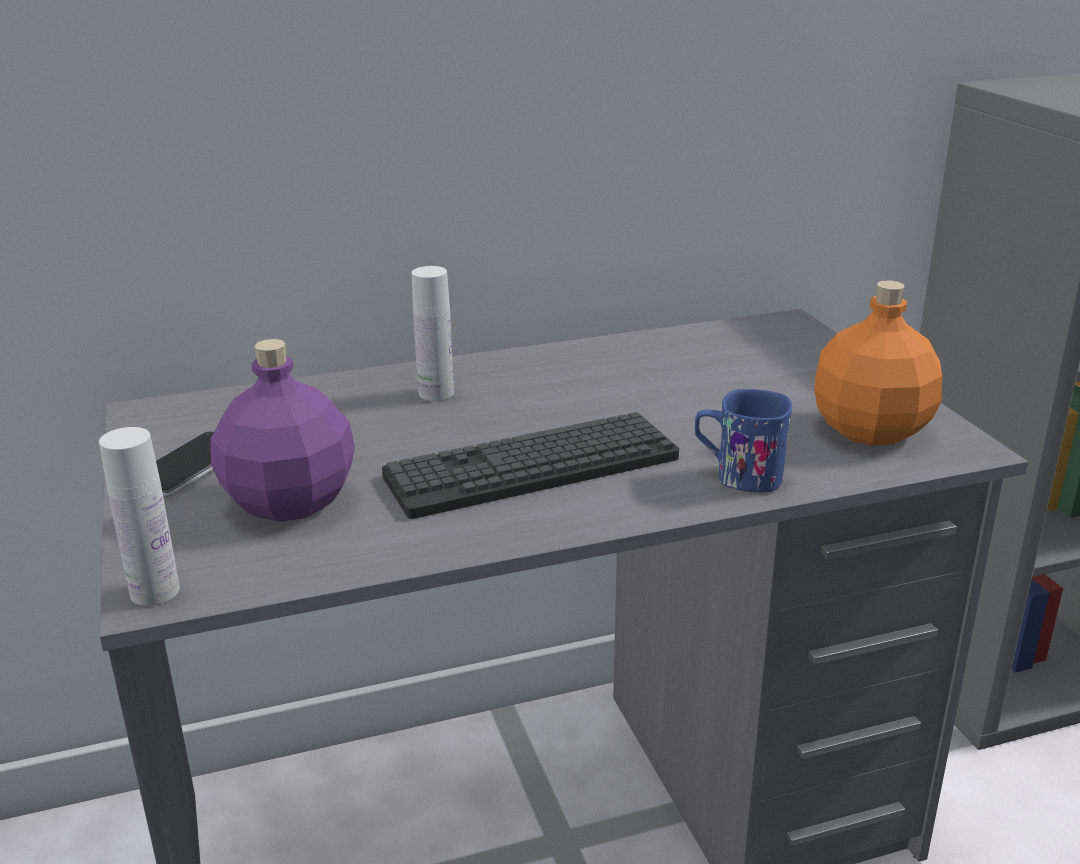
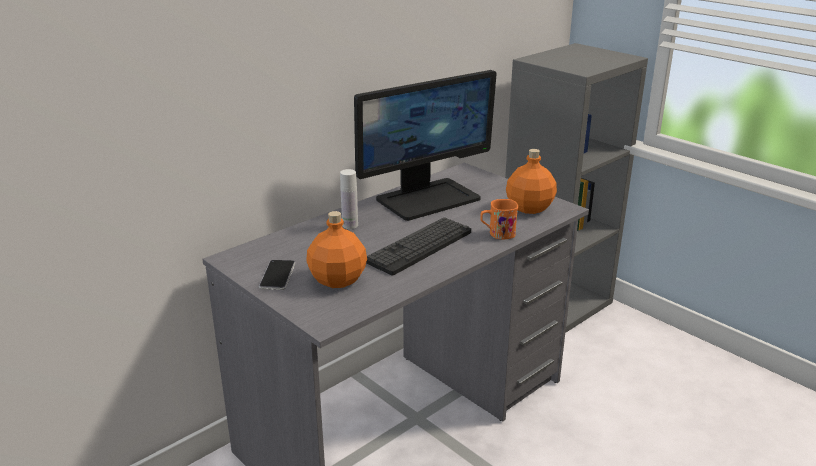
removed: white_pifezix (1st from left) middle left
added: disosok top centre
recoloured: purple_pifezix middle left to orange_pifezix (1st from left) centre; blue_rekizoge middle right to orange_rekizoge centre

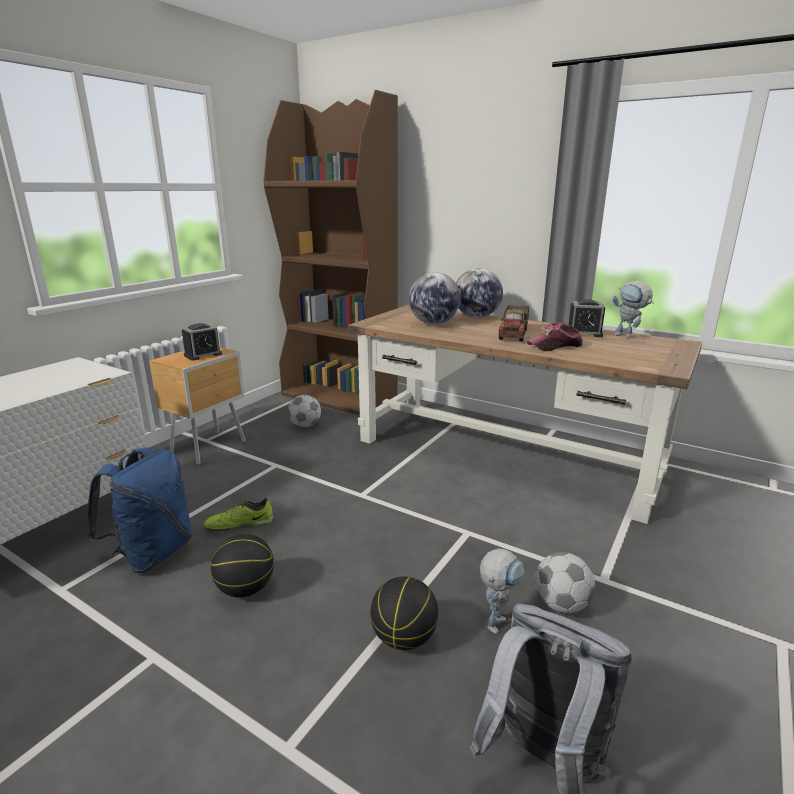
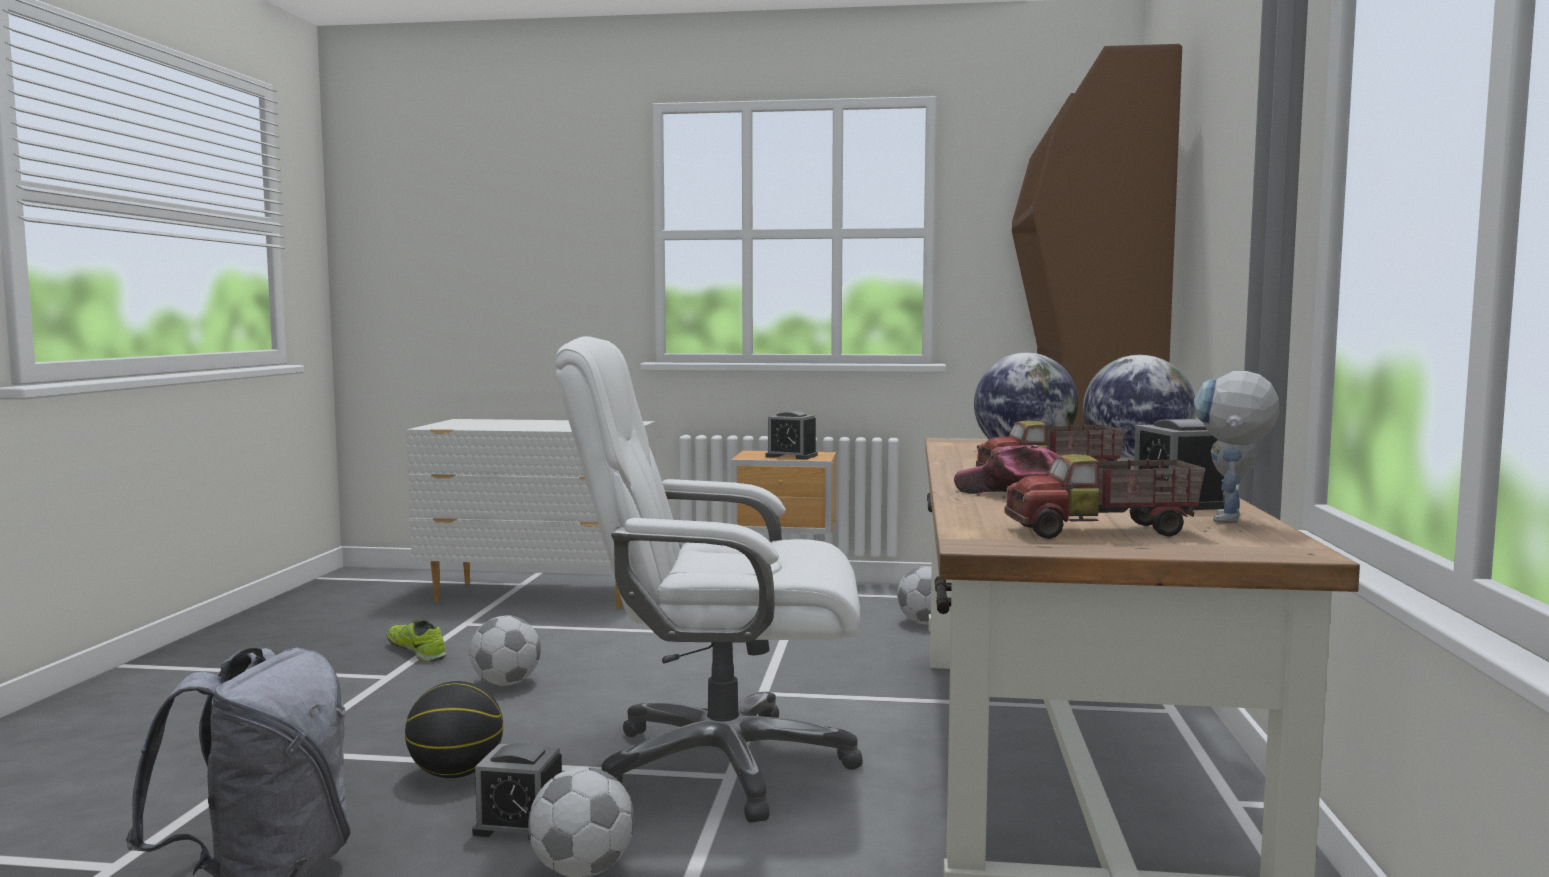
removed: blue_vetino middle left
added: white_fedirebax centre; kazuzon (2nd from left) middle right
moved: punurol middle left to bottom left
replaced: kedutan (1st from left) bottom left to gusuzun (1st from left) bottom left; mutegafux (1st from left) bottom centre to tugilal (1st from left) bottom centre

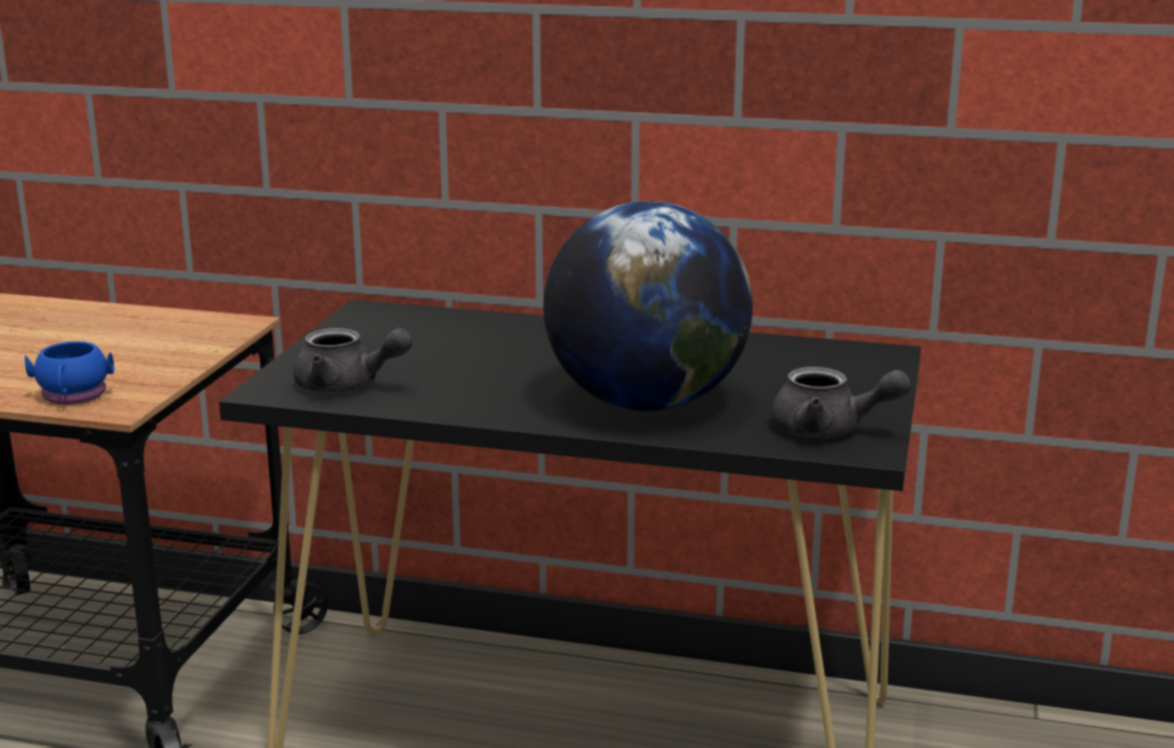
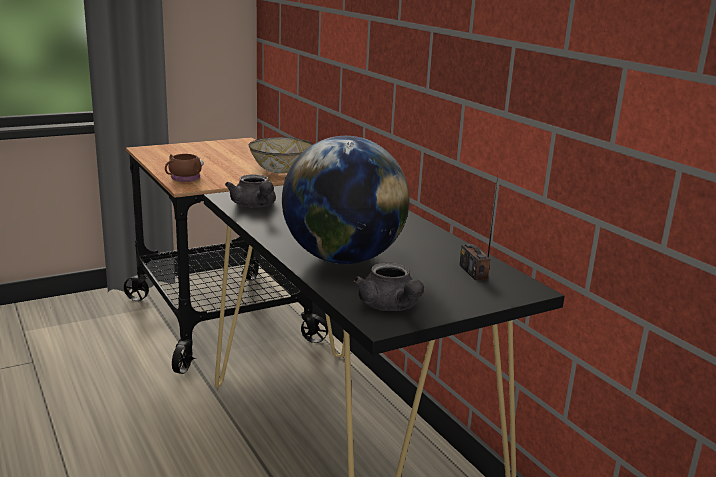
added: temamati top centre; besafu middle right
recoloured: blue_rekizoge middle left to brown_rekizoge middle left

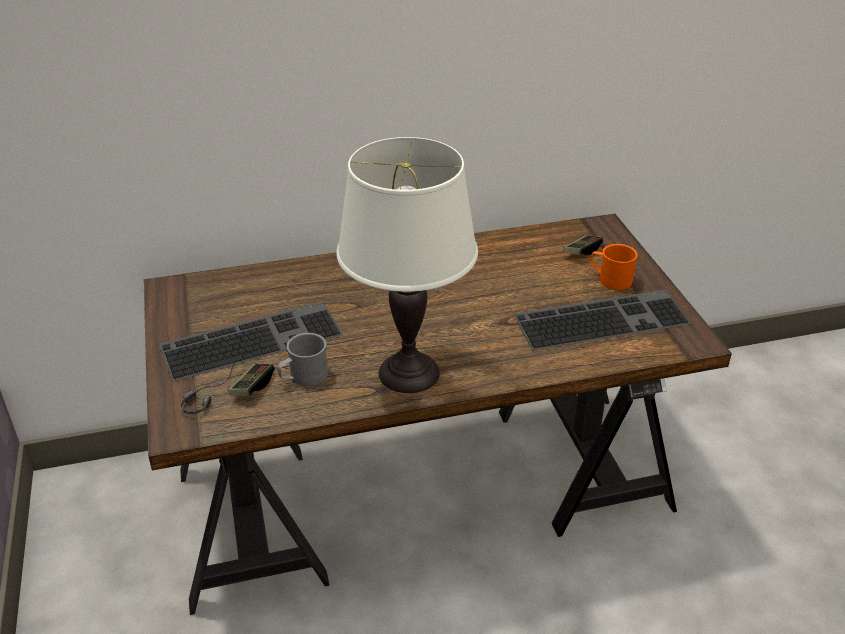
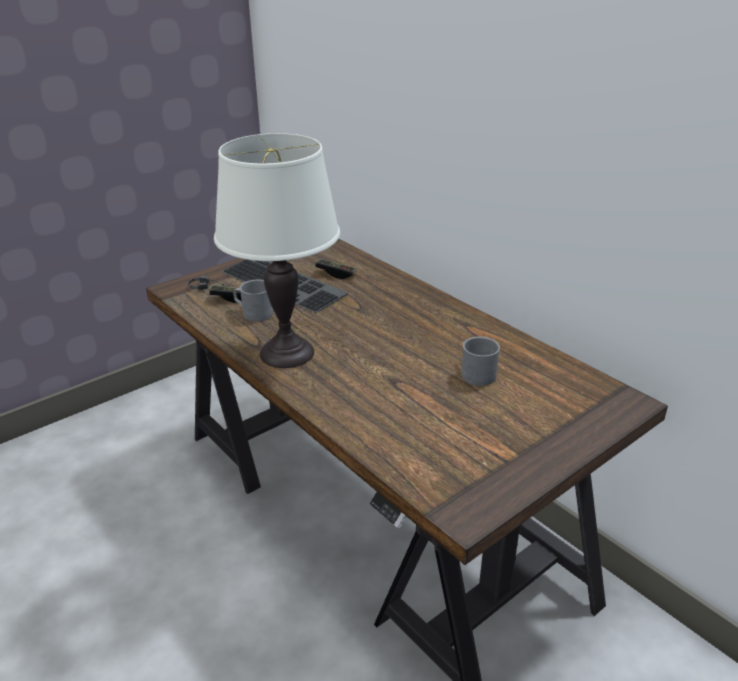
removed: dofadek (2nd from left) middle right; orange_rekizoge middle right
added: grey_rekizoge (2nd from left) centre
moved: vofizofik (2nd from left) middle right to centre

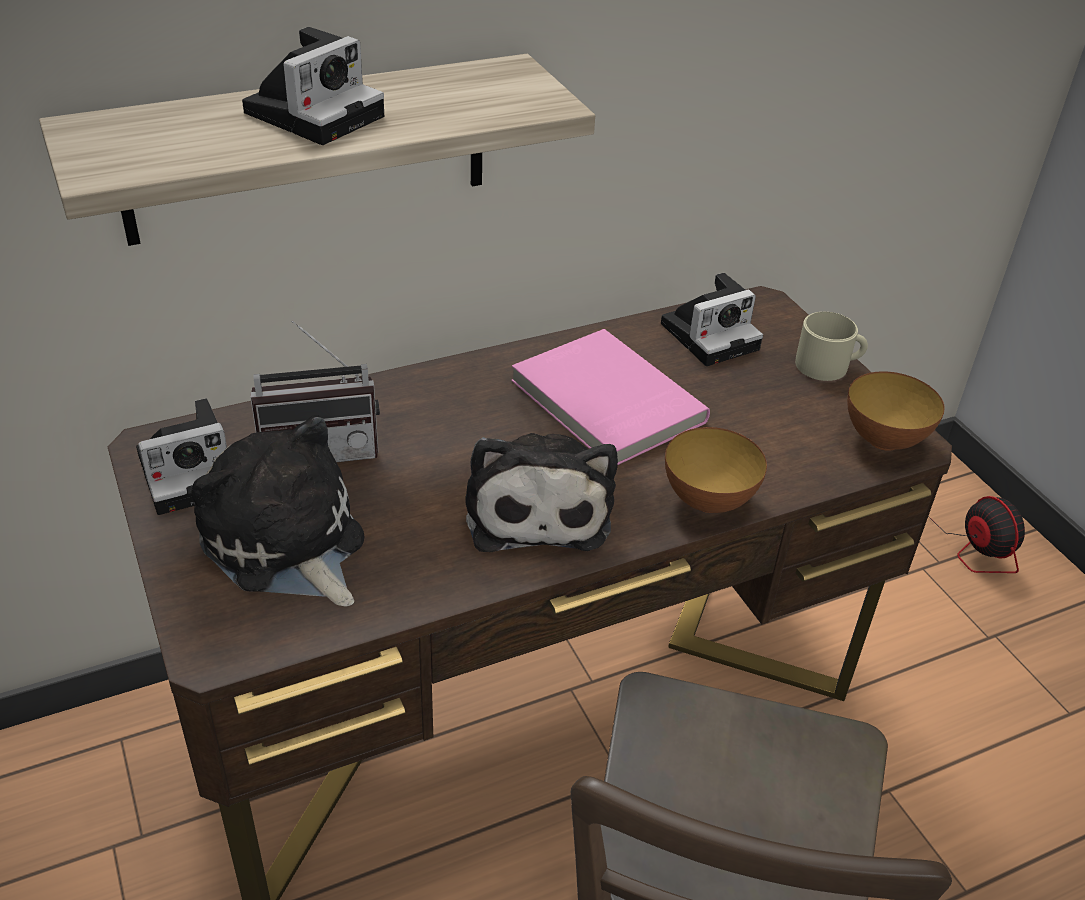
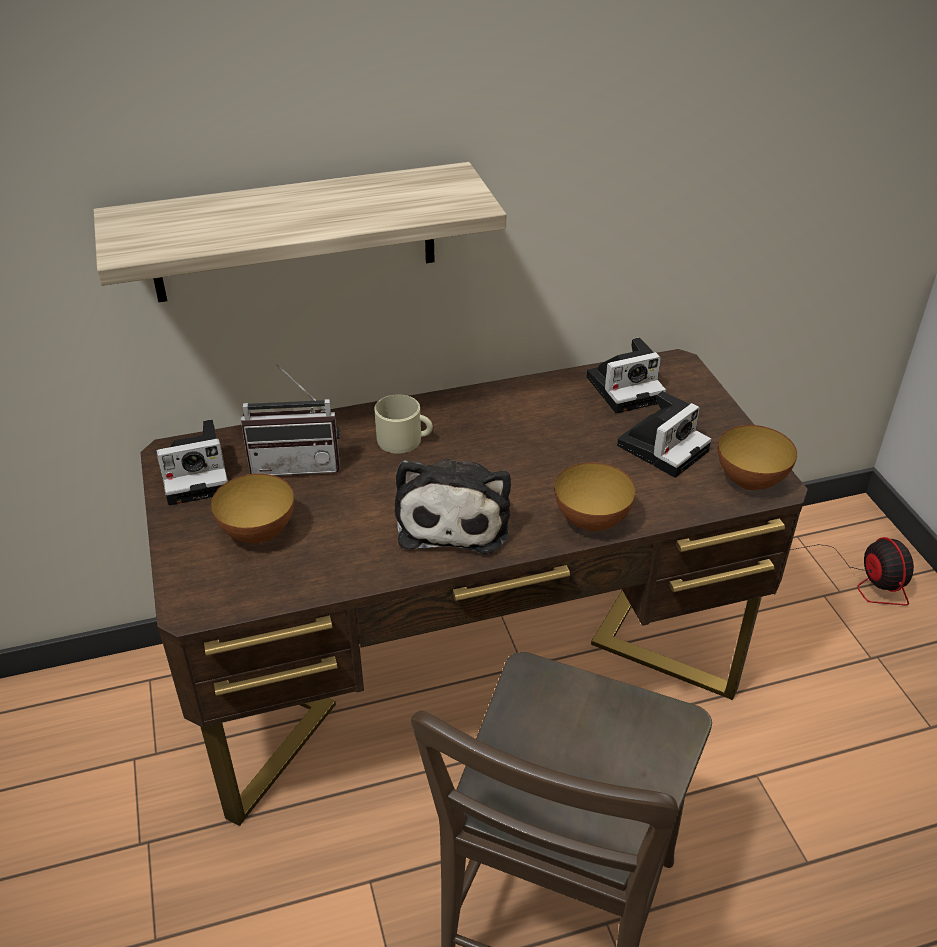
removed: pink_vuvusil centre
moved: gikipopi (2nd from left in the first image) top left to gikipopi (3rd from left) middle right; beige_rekizoge middle right to centre
replaced: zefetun (1st from left) middle left to temamati (1st from left) middle left

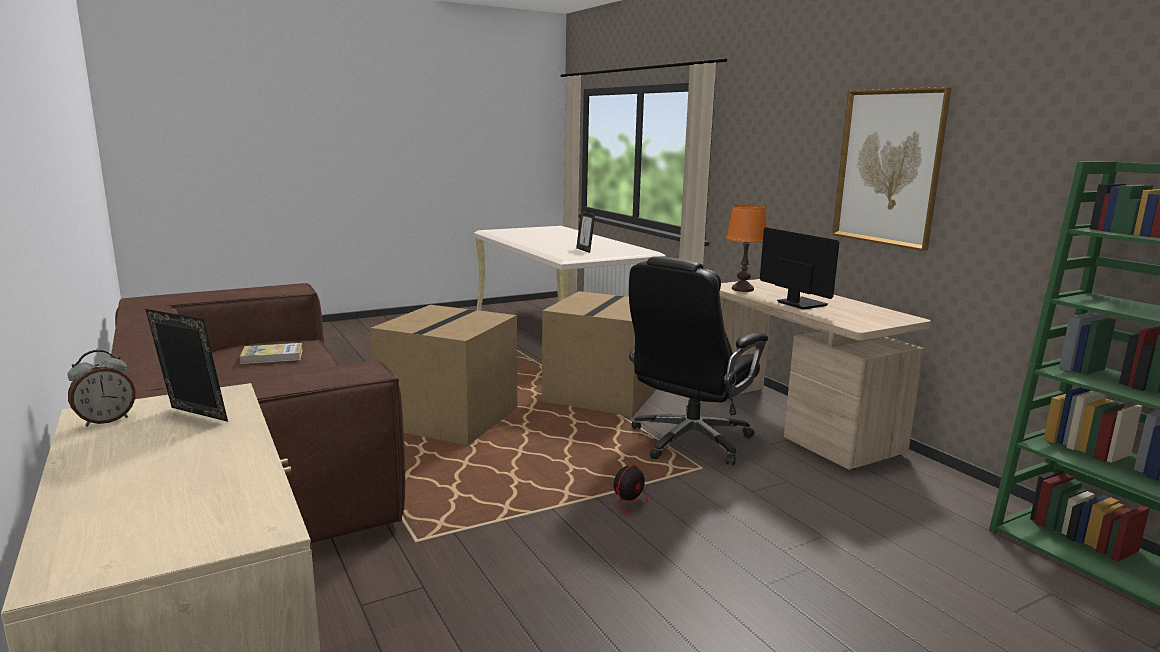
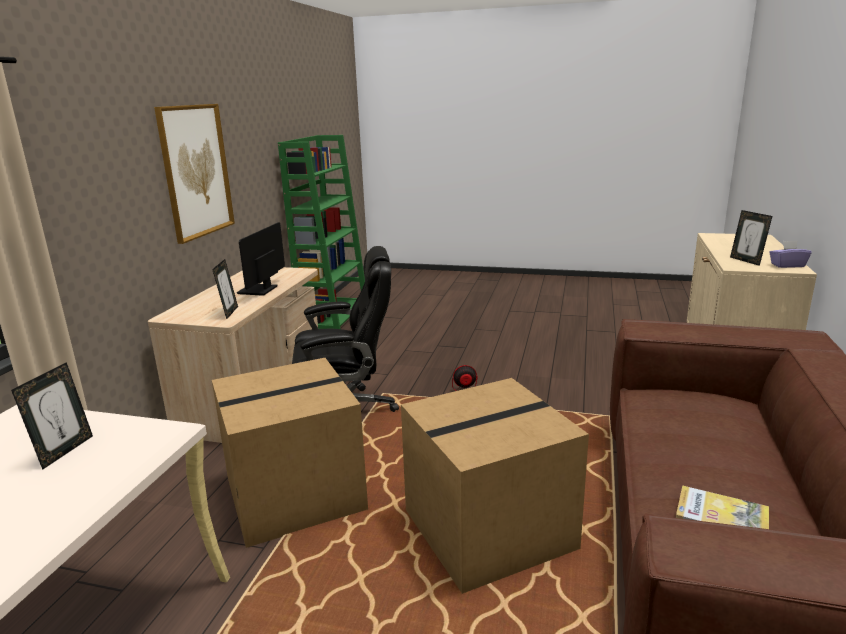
replaced: tugilal middle left to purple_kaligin middle right; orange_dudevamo centre to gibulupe (2nd from left) middle left

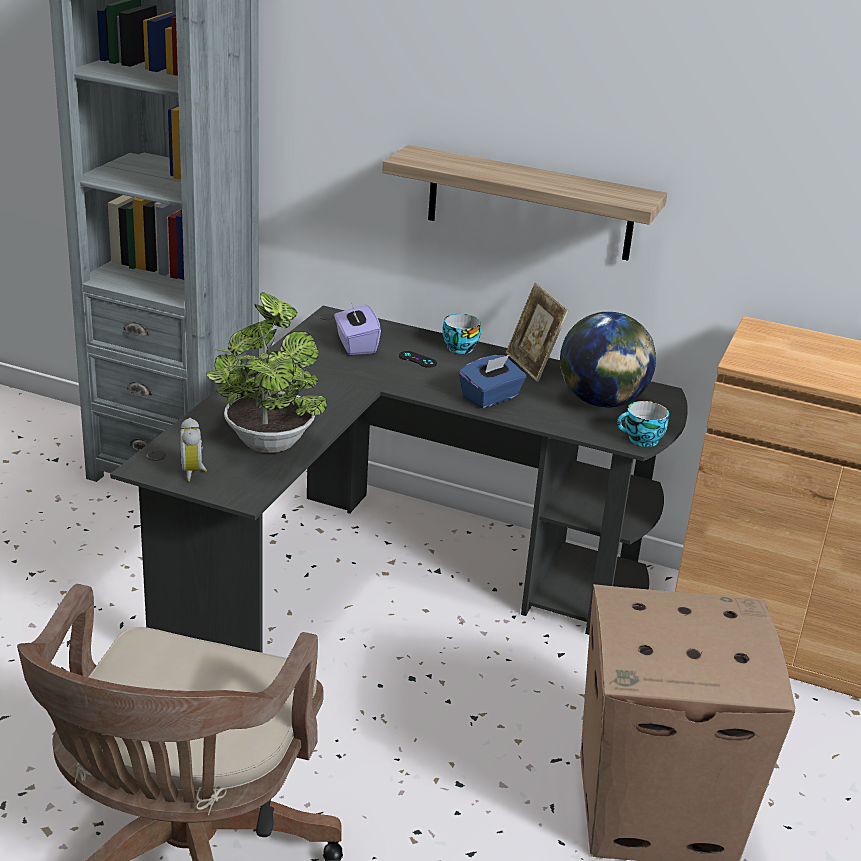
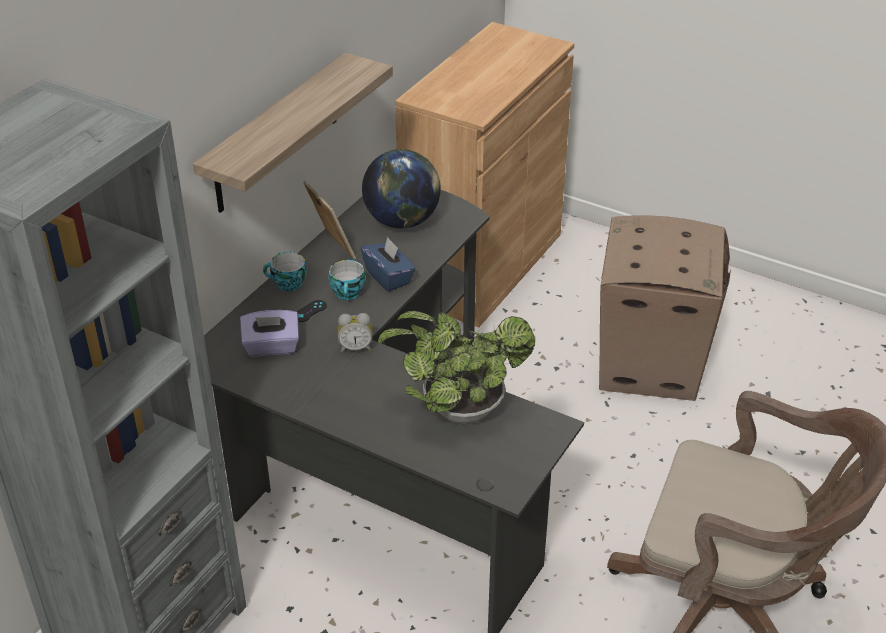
moved: tugilal middle left to centre; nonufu (2nd from left) middle right to centre
turned: gibulupe centre = centre 105 degrees counterclockwise

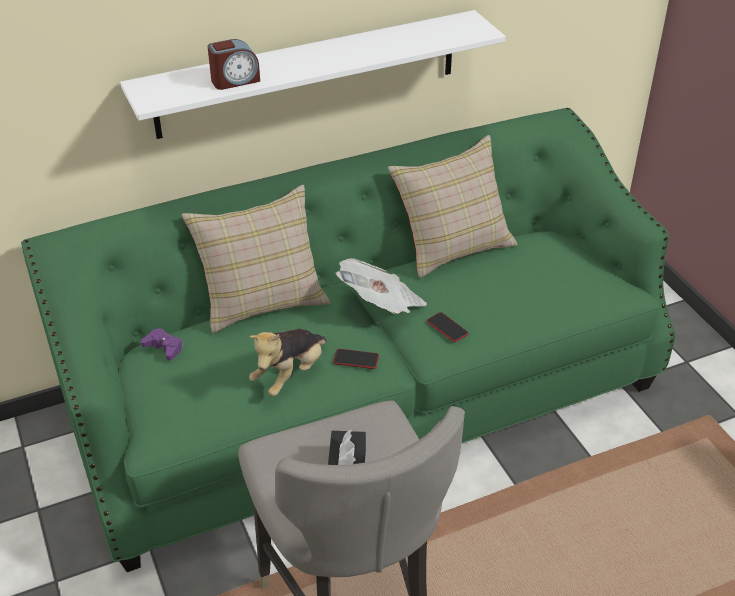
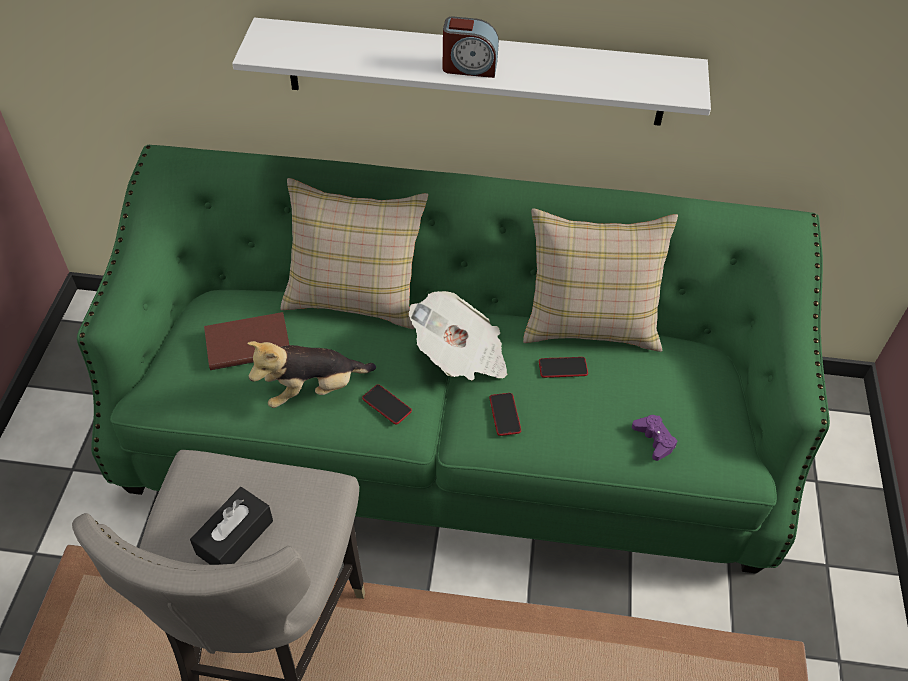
added: brown_vuvusil middle left; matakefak (3rd from left) centre
moved: purple_vofizofik middle left to middle right; tugilal top left to top centre

